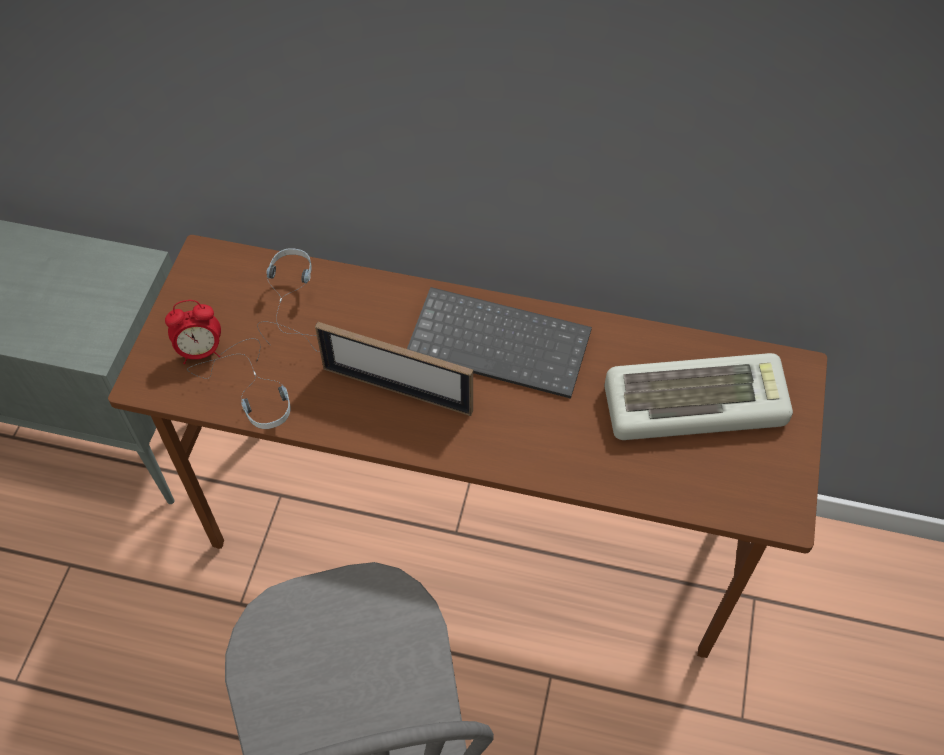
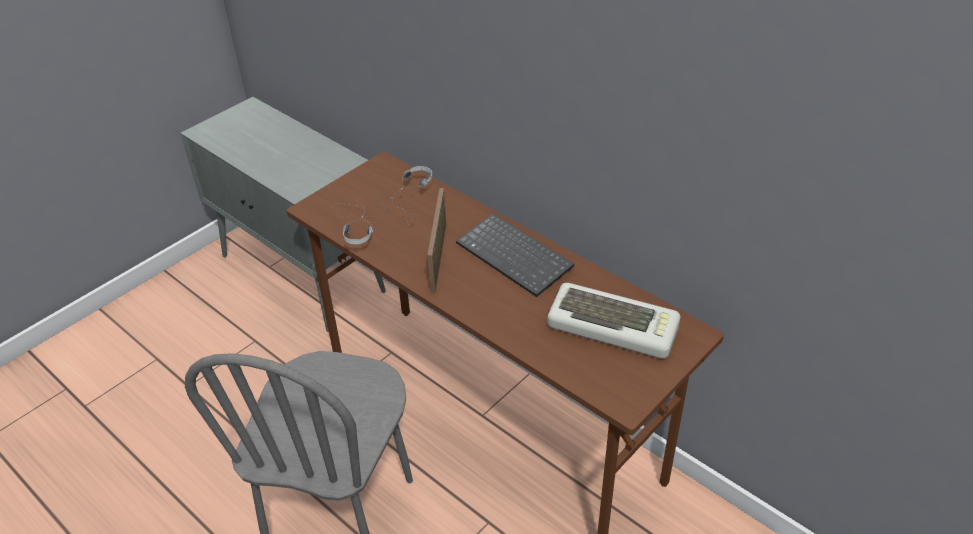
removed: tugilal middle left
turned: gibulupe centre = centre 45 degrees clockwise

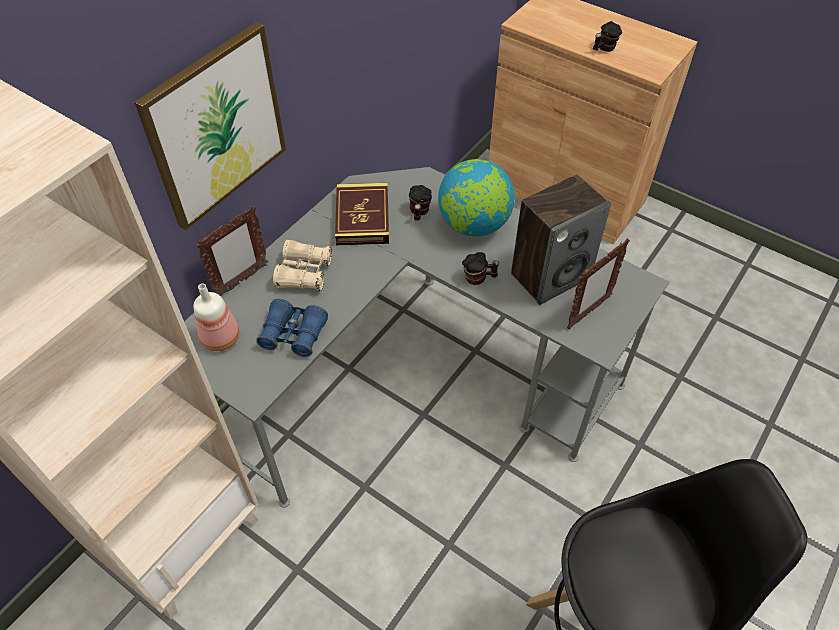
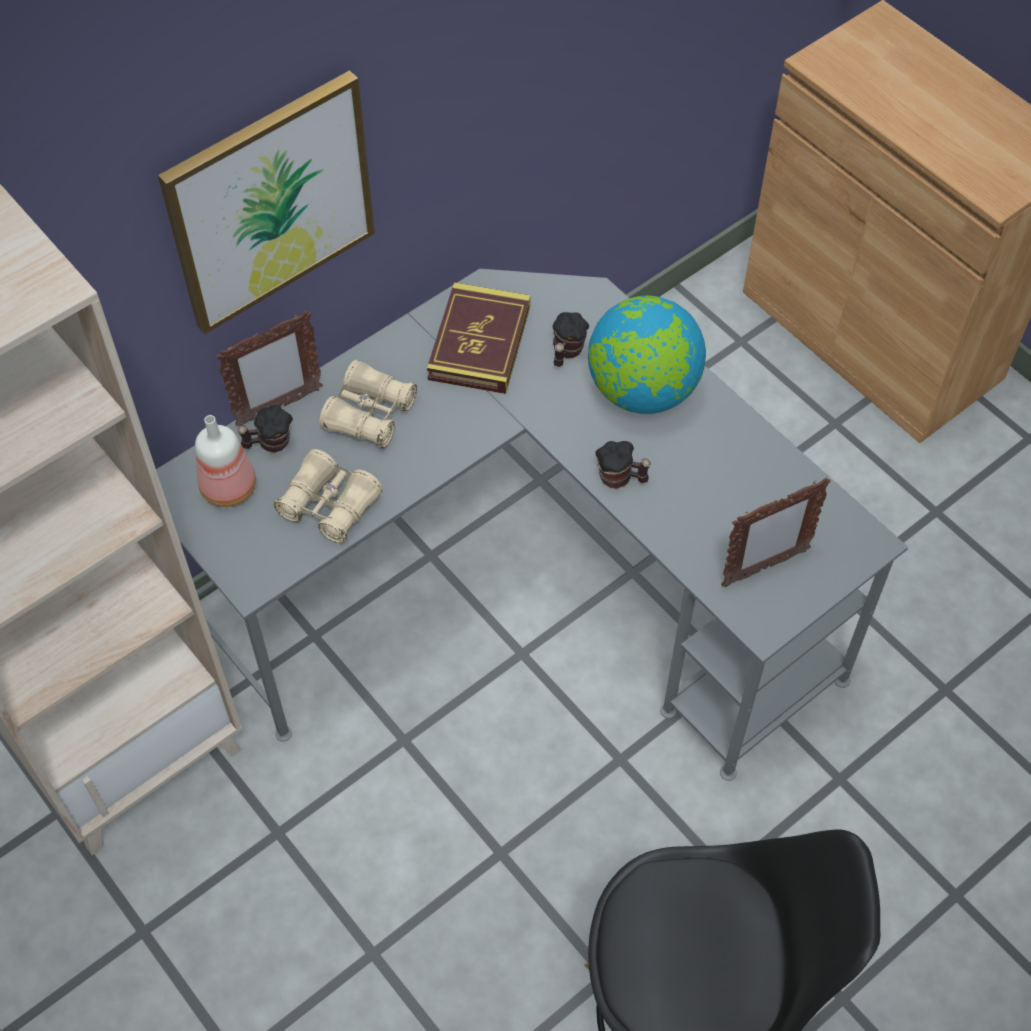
removed: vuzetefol middle right
moved: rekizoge (3rd from left in the first image) top right to rekizoge (1st from left) middle left
recoloured: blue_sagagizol centre to beige_sagagizol (1st from left) middle left

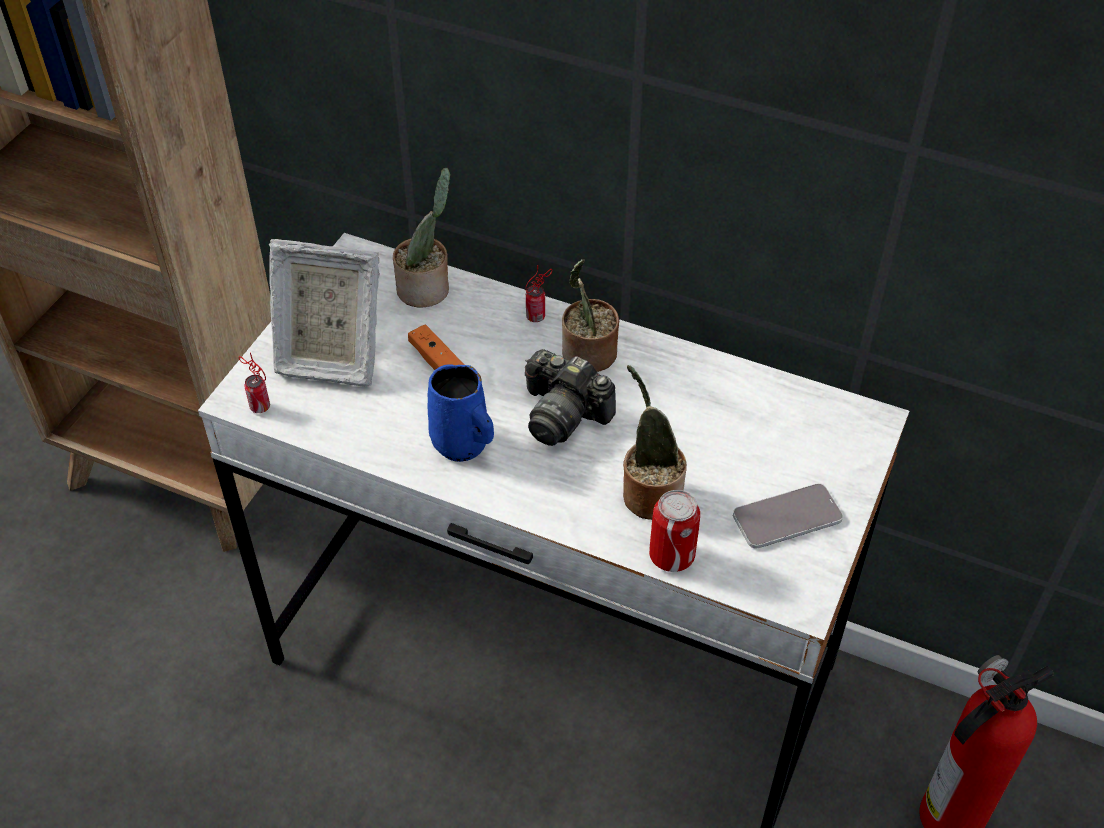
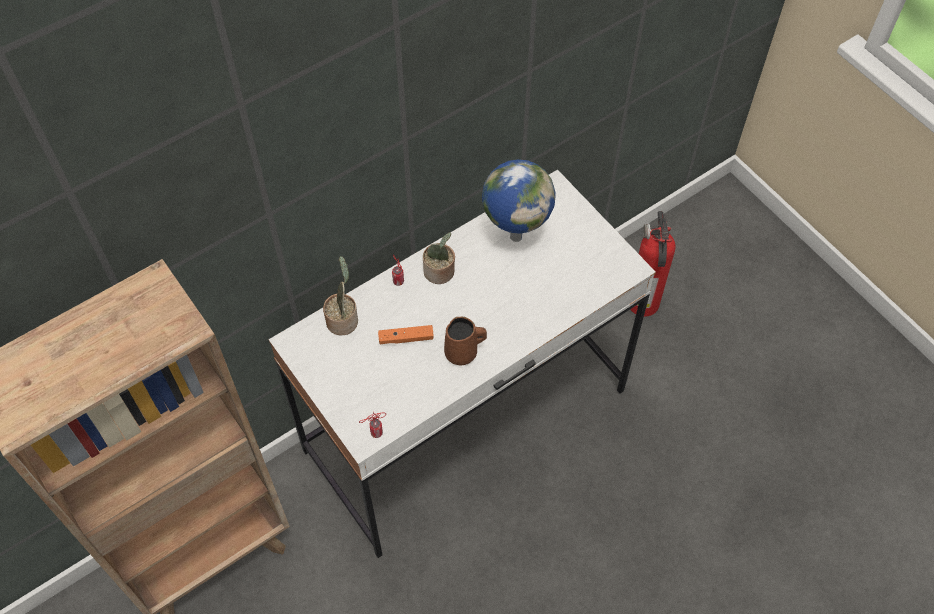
removed: gibulupe middle left; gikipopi centre; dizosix (3rd from left) centre; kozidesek (3rd from left) centre; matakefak middle right
added: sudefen top centre
recoloured: blue_rekizoge centre to brown_rekizoge centre

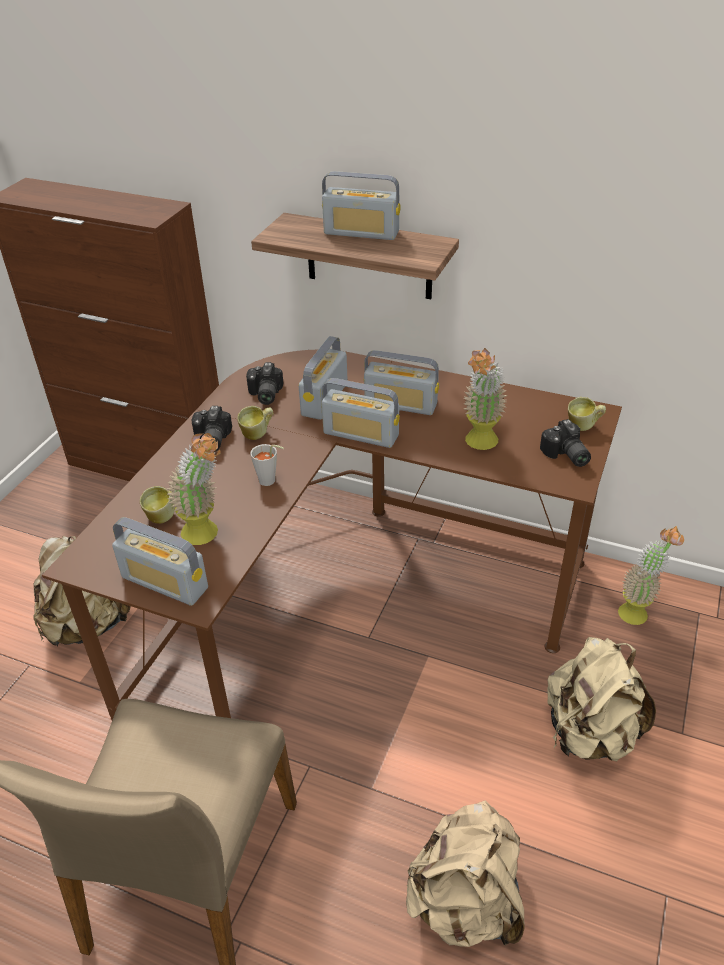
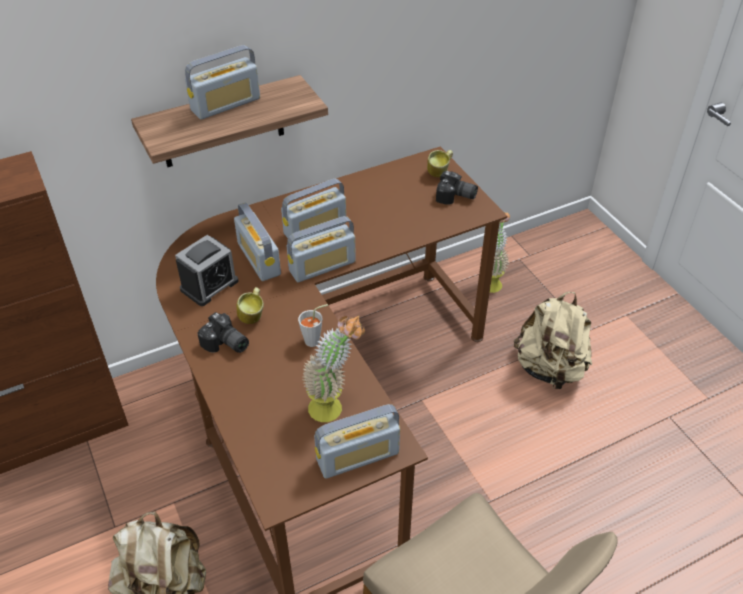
removed: rekizoge (1st from left) middle left; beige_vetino (2nd from left) bottom centre; dizosix (2nd from left) middle right
replaced: gikipopi (2nd from left) centre to tugilal middle left

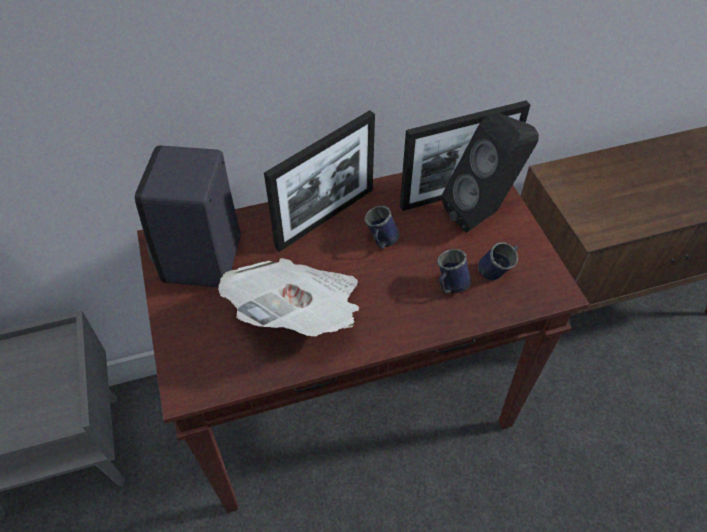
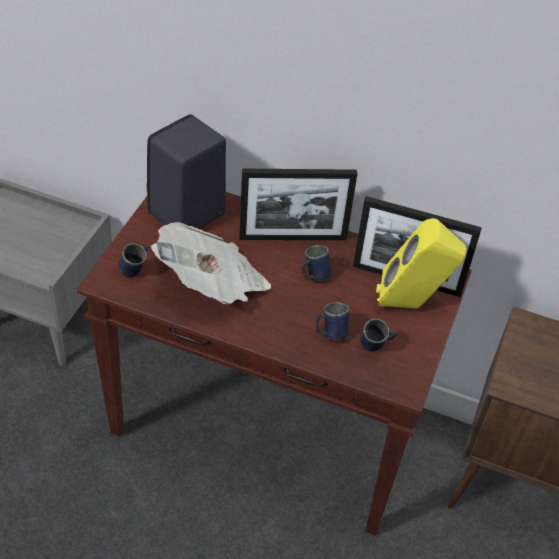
added: blue_rekizoge (1st from left) middle left
recoloured: black_vuzetefol (2nd from left) top right to yellow_vuzetefol middle right

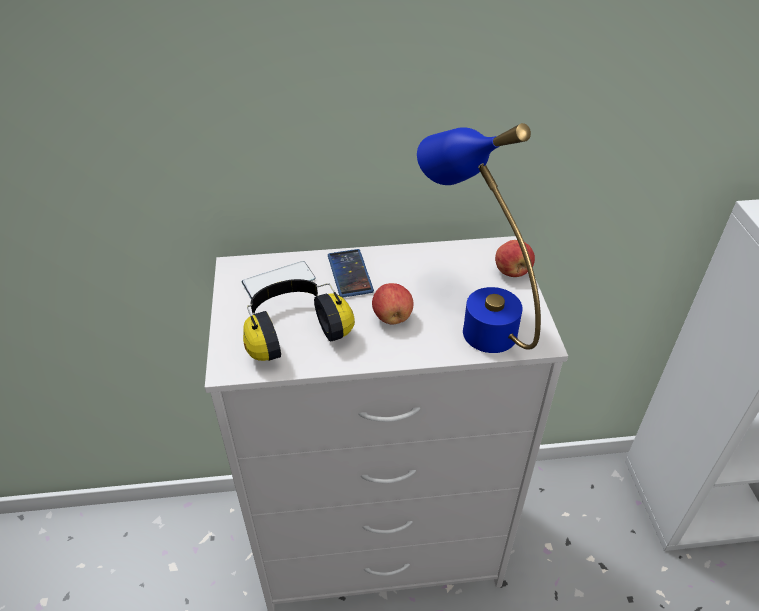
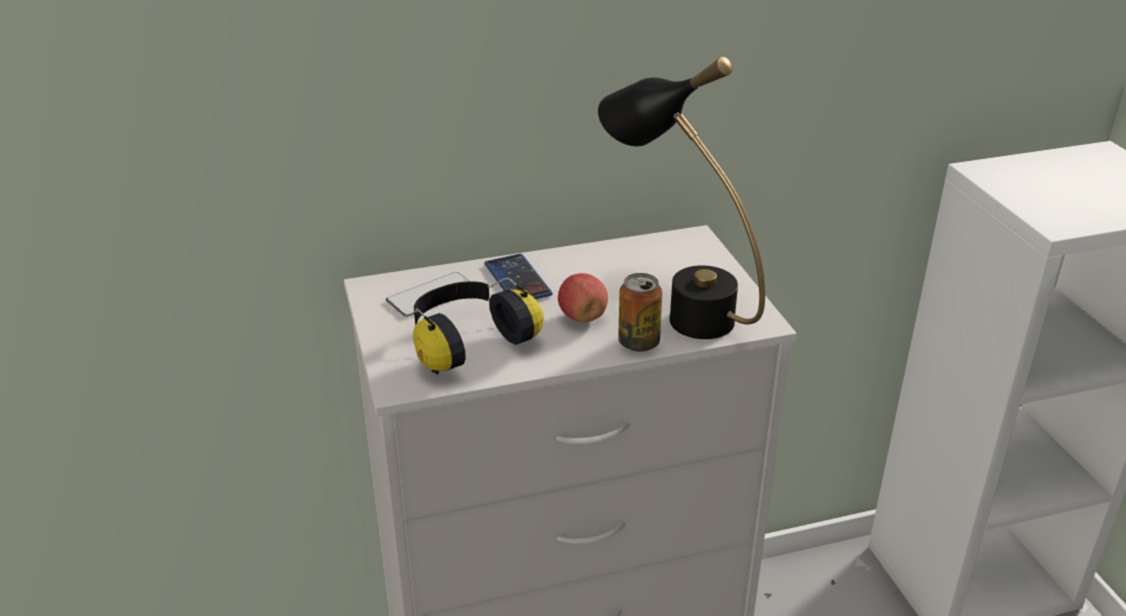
removed: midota (2nd from left) middle right
added: kozidesek centre
recoloured: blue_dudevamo centre to black_dudevamo top centre

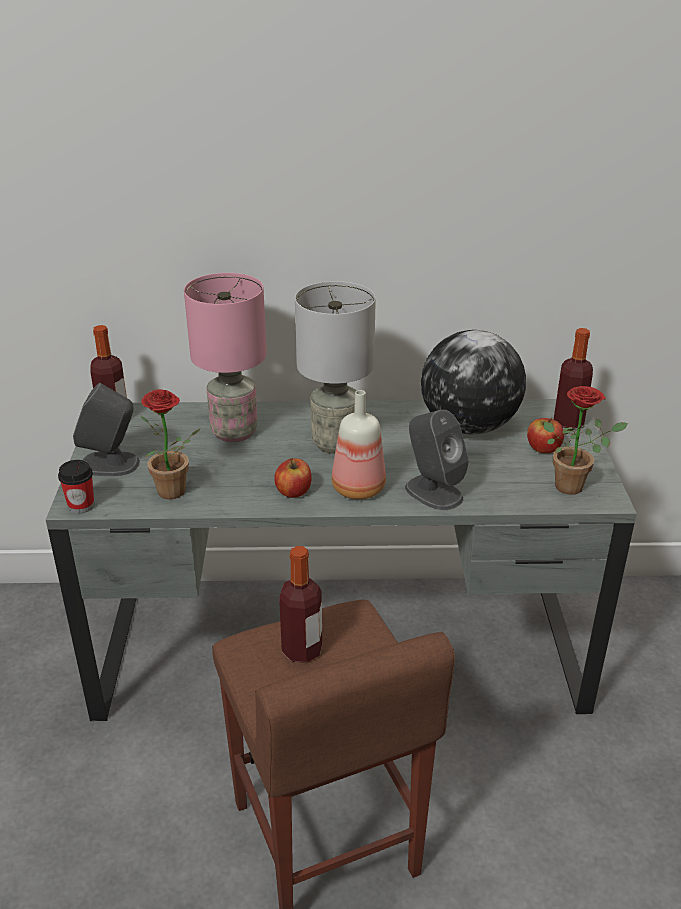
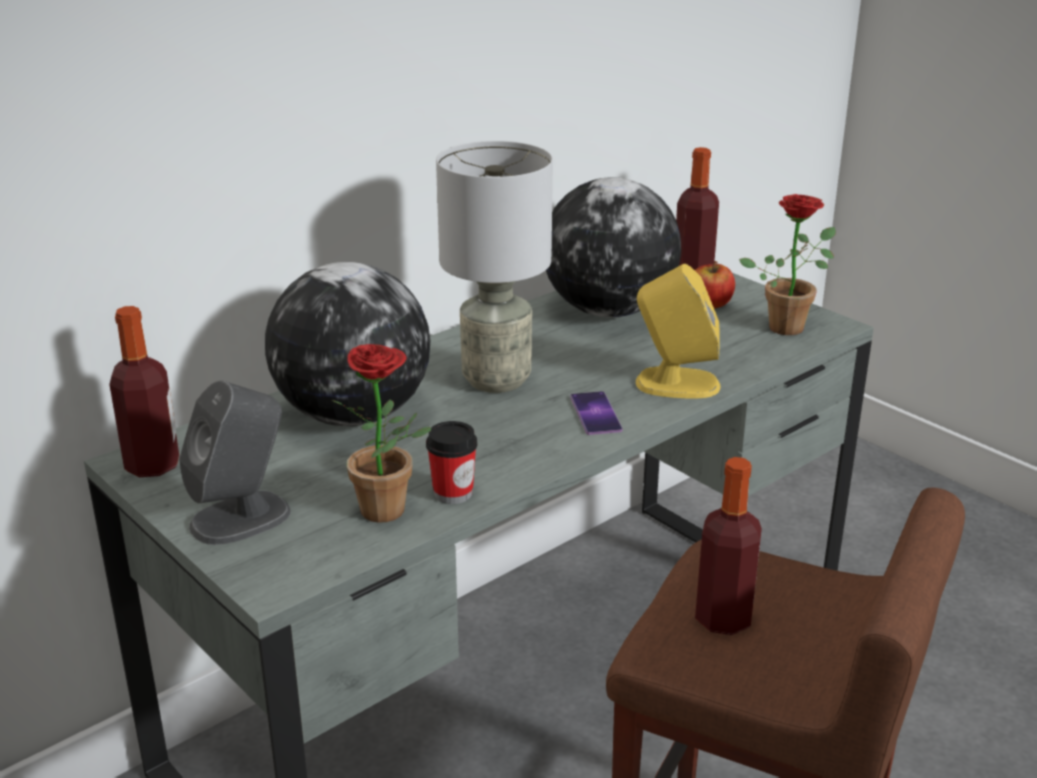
removed: midota (1st from left) centre
moved: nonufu middle left to centre
replaced: pink_dudevamo middle left to sudefen (1st from left) centre; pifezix (3rd from left) centre to matakefak centre
recoloured: grey_vuzetefol (2nd from left) centre to yellow_vuzetefol centre

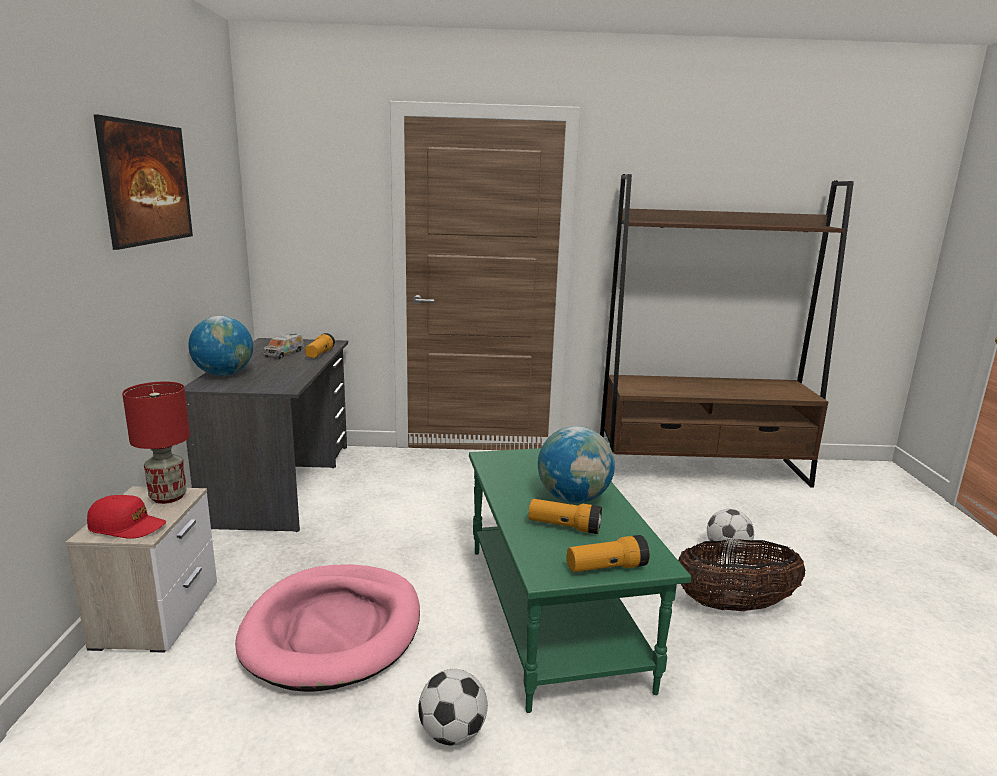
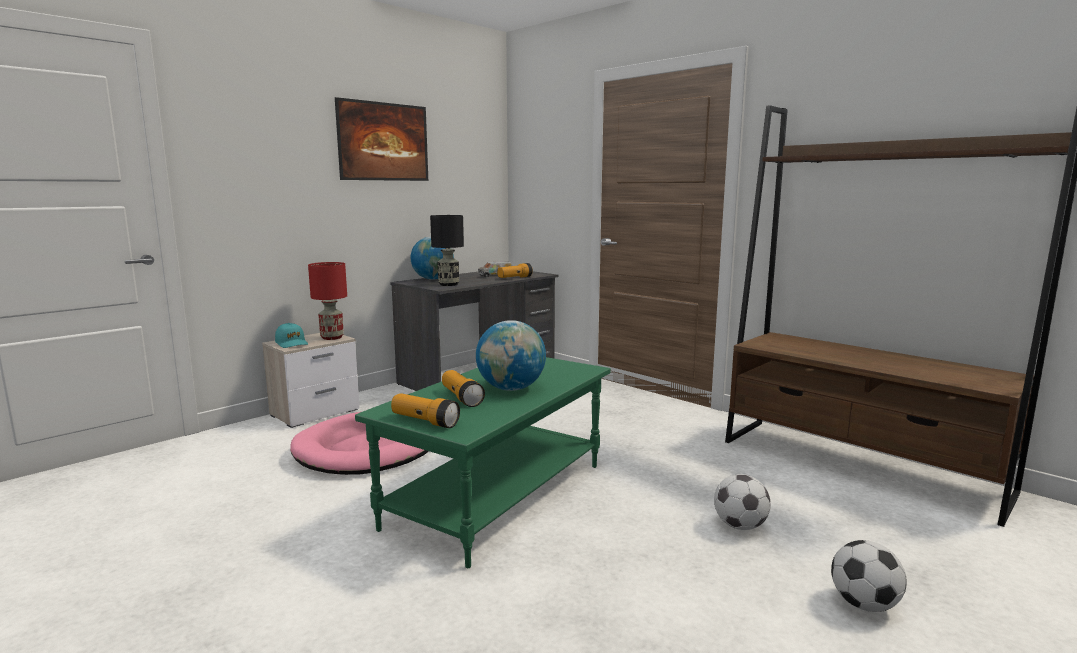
removed: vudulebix bottom right
added: black_dudevamo centre
moved: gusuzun (1st from left in the first image) bottom centre to gusuzun (2nd from left) bottom right
recoloured: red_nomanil middle left to turquoise_nomanil middle left

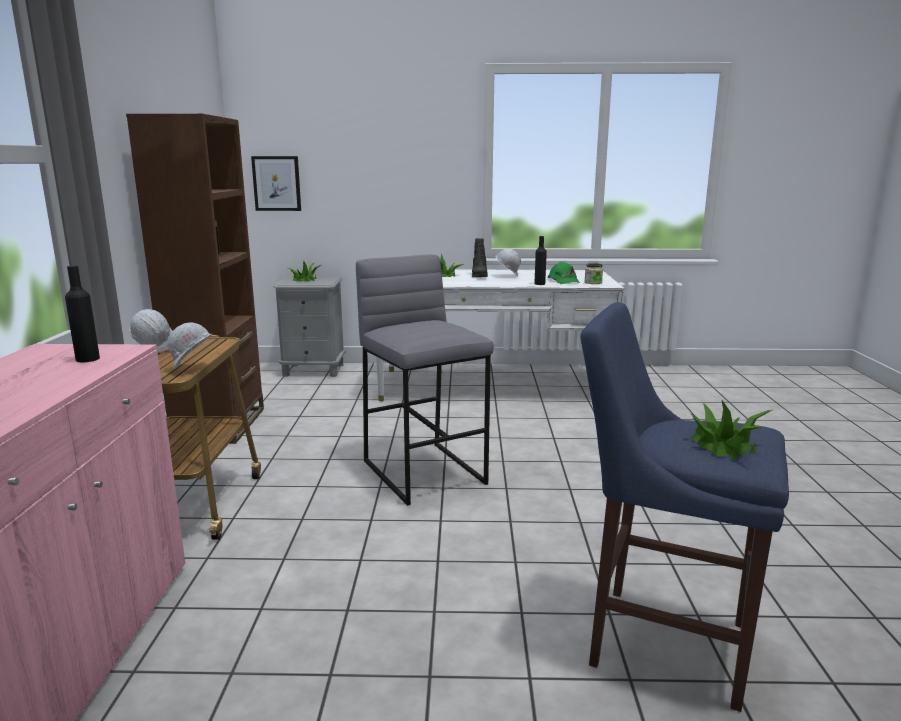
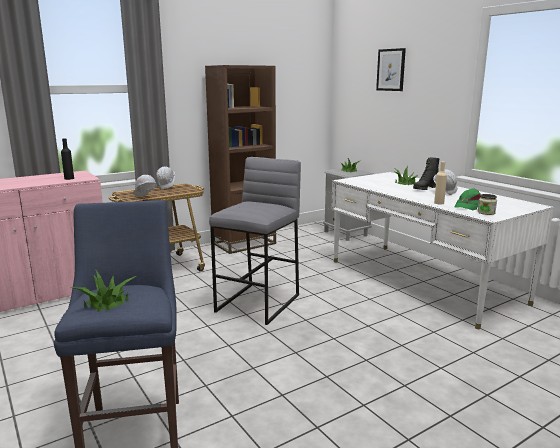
moved: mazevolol top left to top right
recoloured: black_pifezix (2nd from left) centre to beige_pifezix middle right

